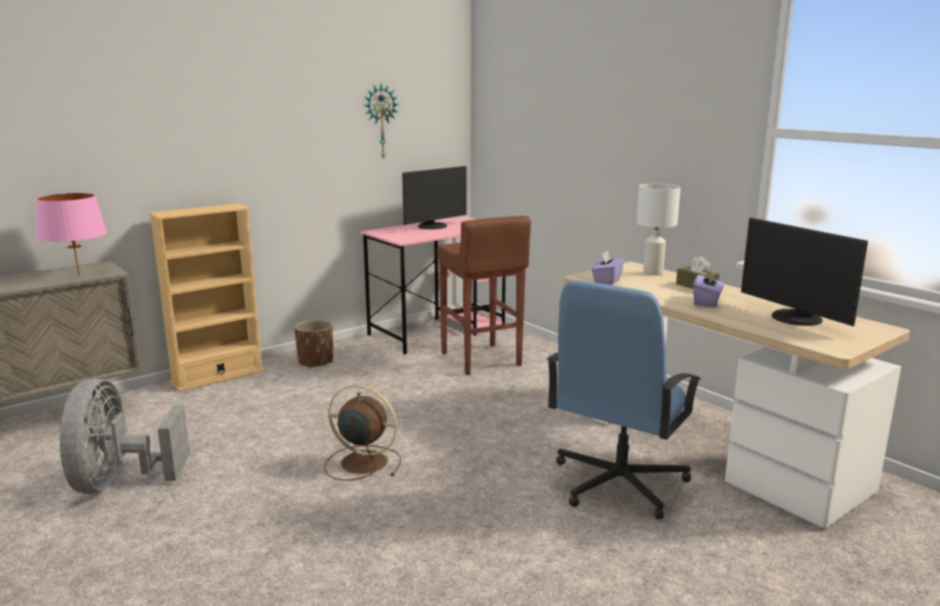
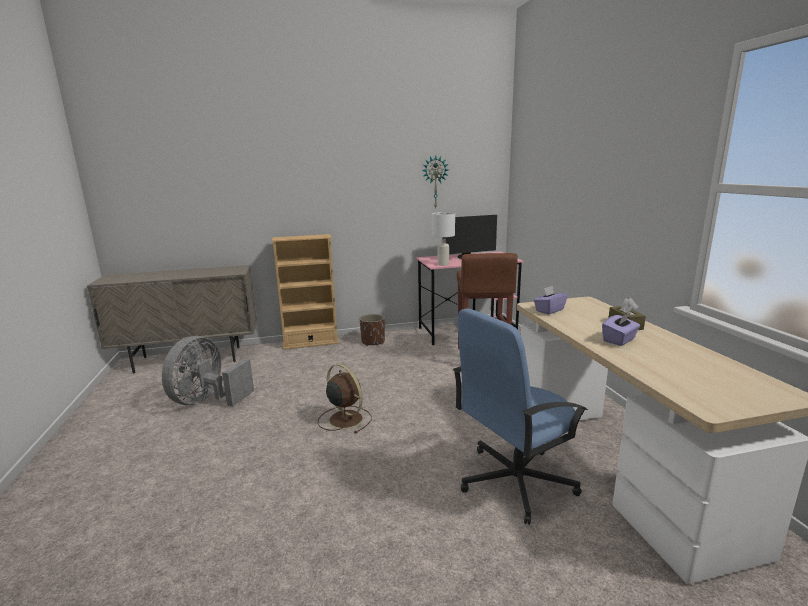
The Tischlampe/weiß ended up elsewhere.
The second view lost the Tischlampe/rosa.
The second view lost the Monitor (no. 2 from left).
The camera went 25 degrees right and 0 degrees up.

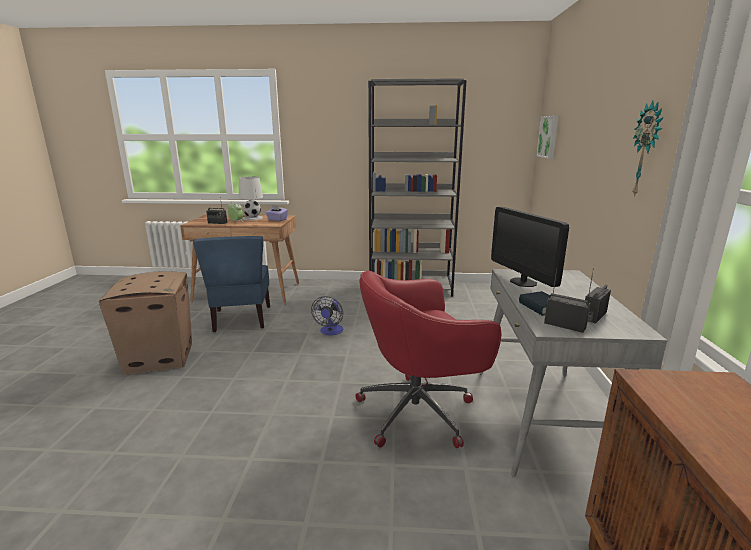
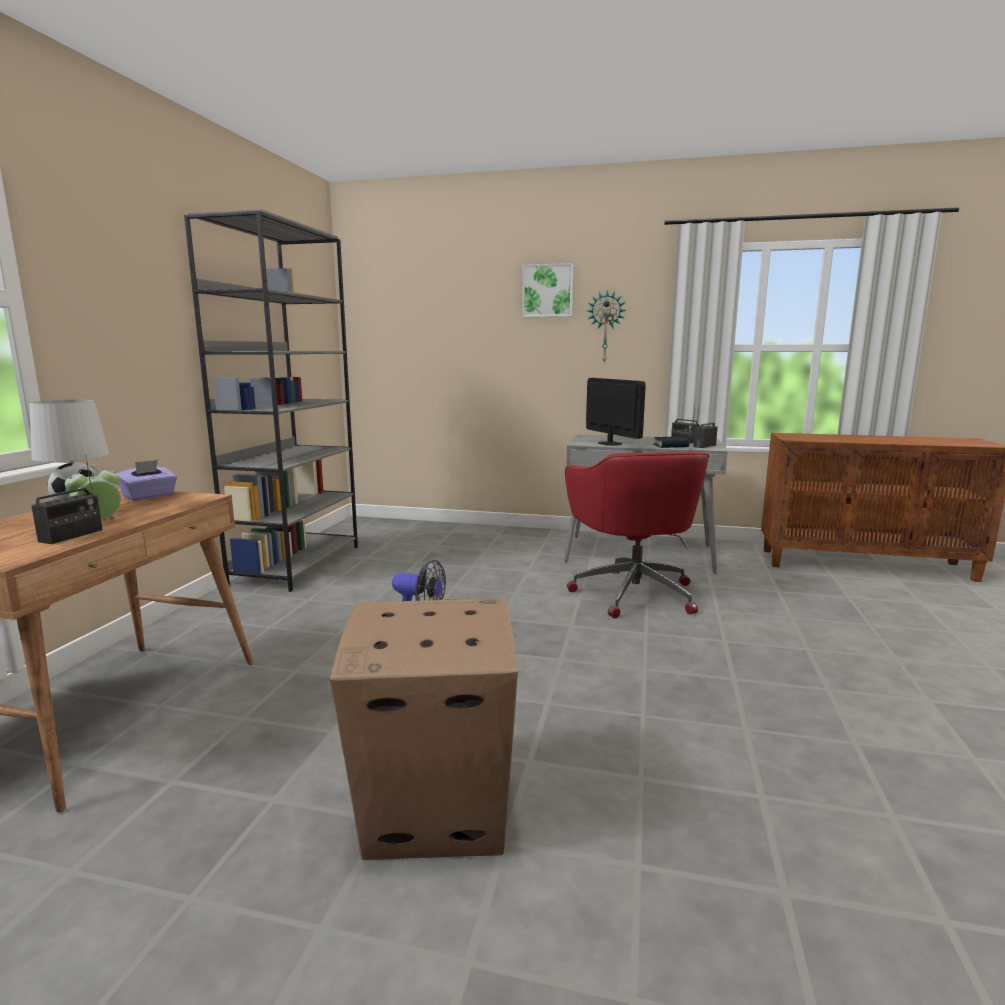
The Bild ended up elsewhere.
The Monitor ended up facing another way, 105 degrees counterclockwise from before.
The second view lost the Stuhl/blau.
The camera went 80 degrees left and 5 degrees down.

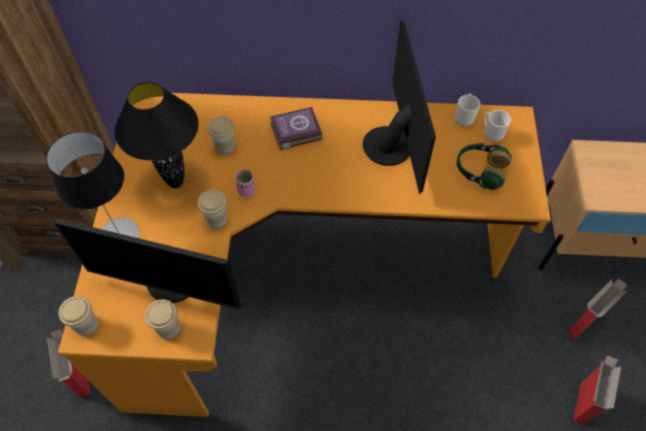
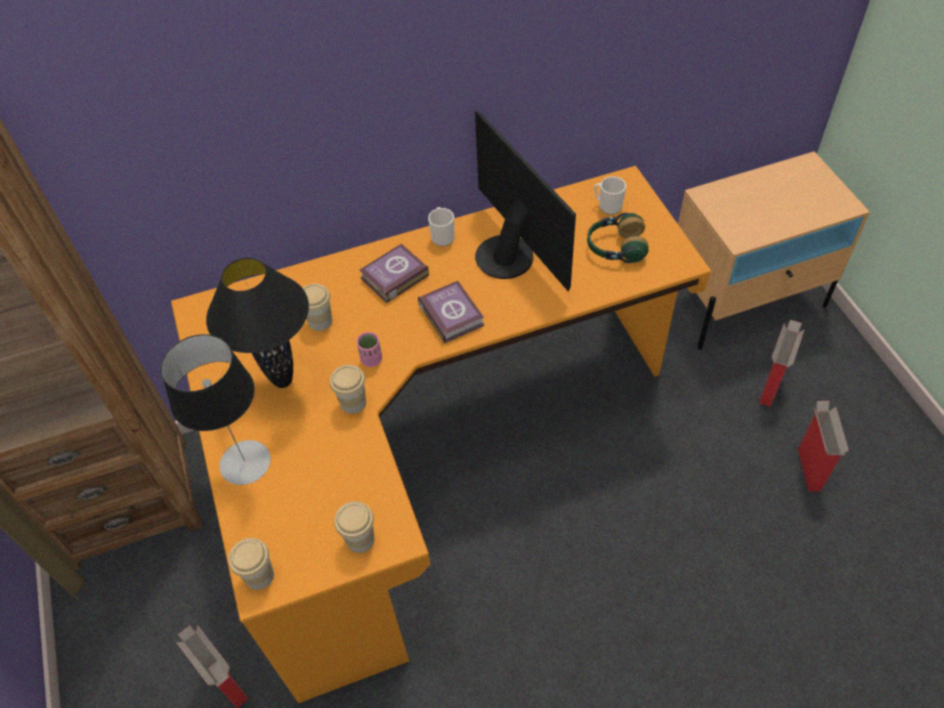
The Henkelbecher (no. 1 from left) ended up elsewhere.
The second view lost the Monitor (no. 1 from left).
The second view gained the Buch (no. 2 from left).
The camera went 20 degrees left and 5 degrees down.

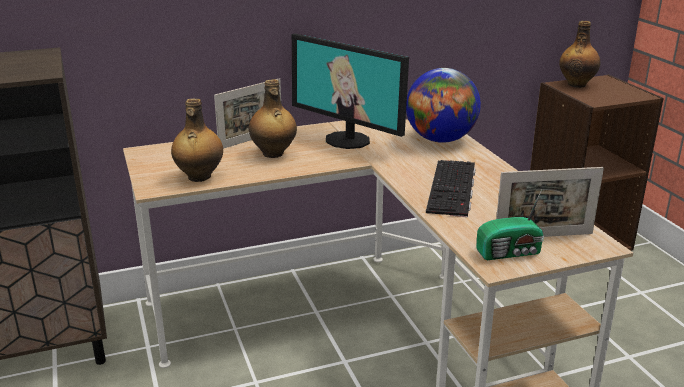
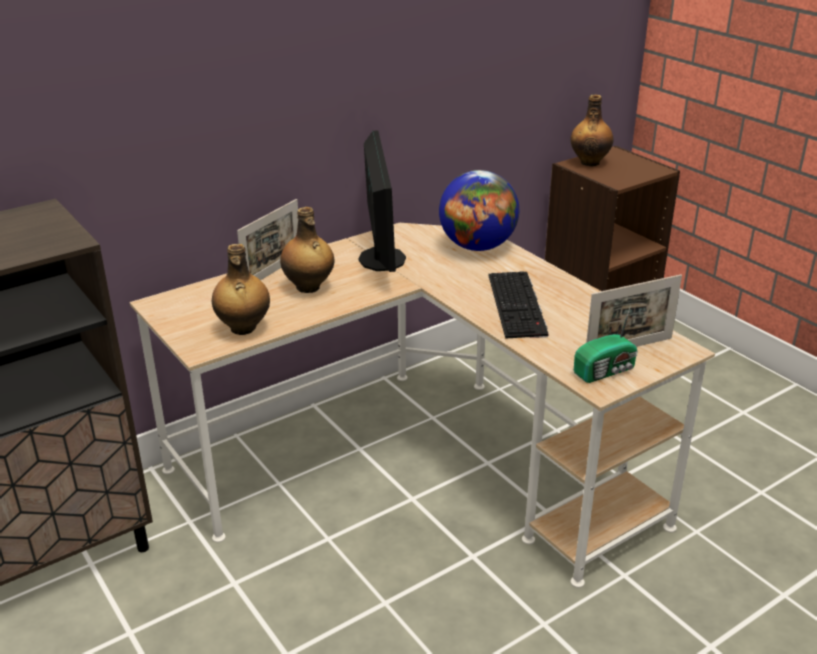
The Monitor ended up facing another way, 120 degrees counterclockwise from before.
The camera went 15 degrees left and 5 degrees up.

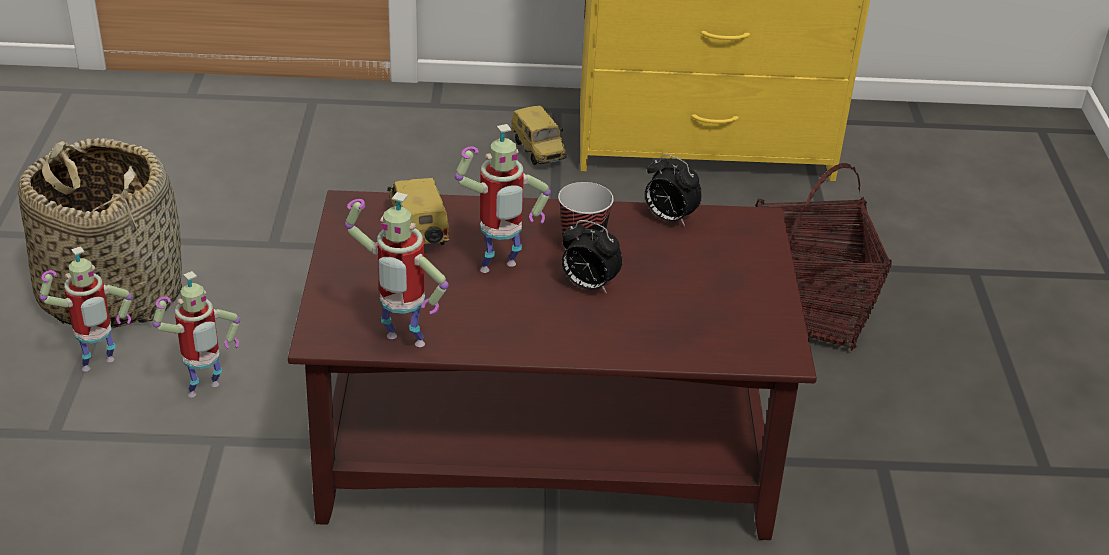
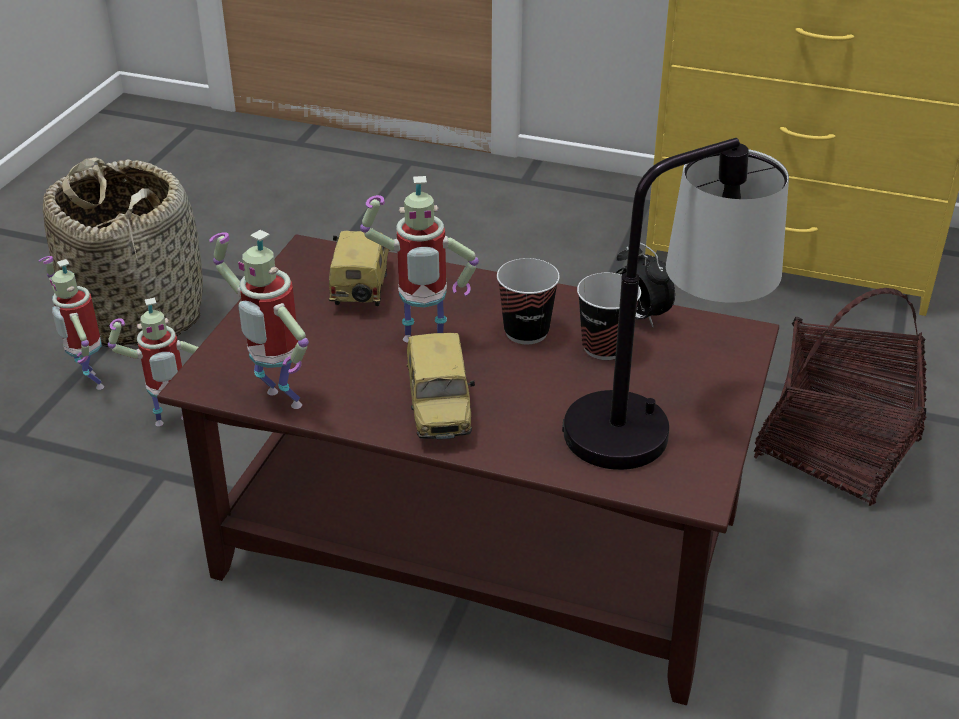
The Spielzeugauto (no. 2 from left) ended up elsewhere.
The second view lost the Wecker (no. 1 from left).
The Spielzeugroboter (no. 1 from left) ended up facing another way, 75 degrees clockwise from before.
The second view gained the Tischlampe.
The second view gained the Tasse (no. 2 from left).
The camera went 20 degrees right and 0 degrees up.

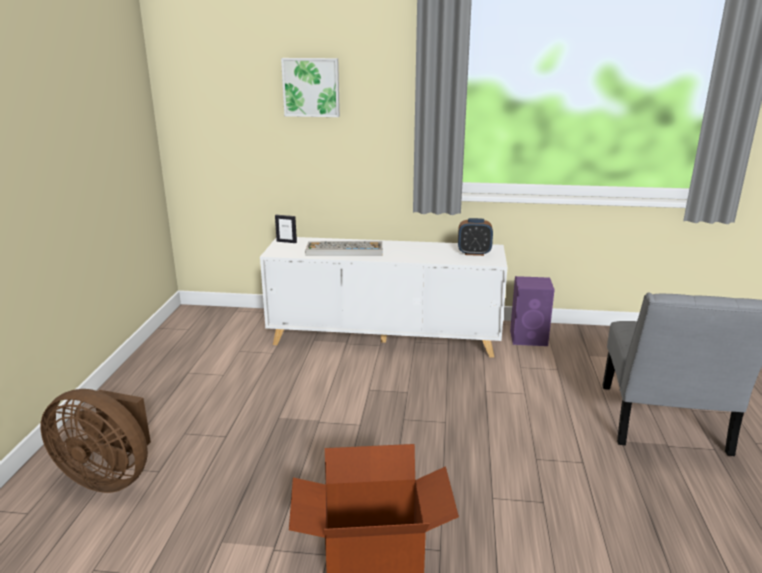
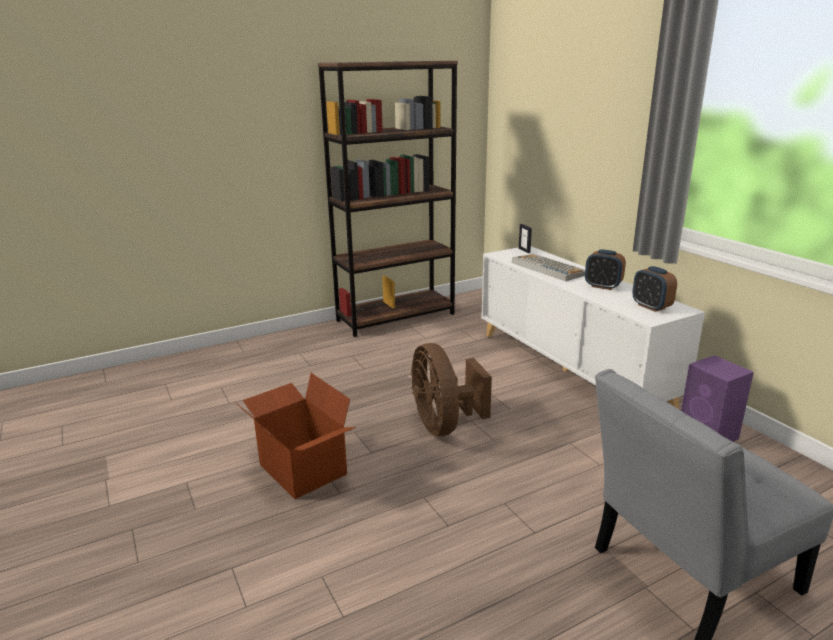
The second view lost the Bild.
The Ventilator/braun ended up elsewhere.
The second view gained the Bücherregal/braun.
The second view gained the Wecker (no. 1 from left).
The camera went 55 degrees right and 0 degrees up.

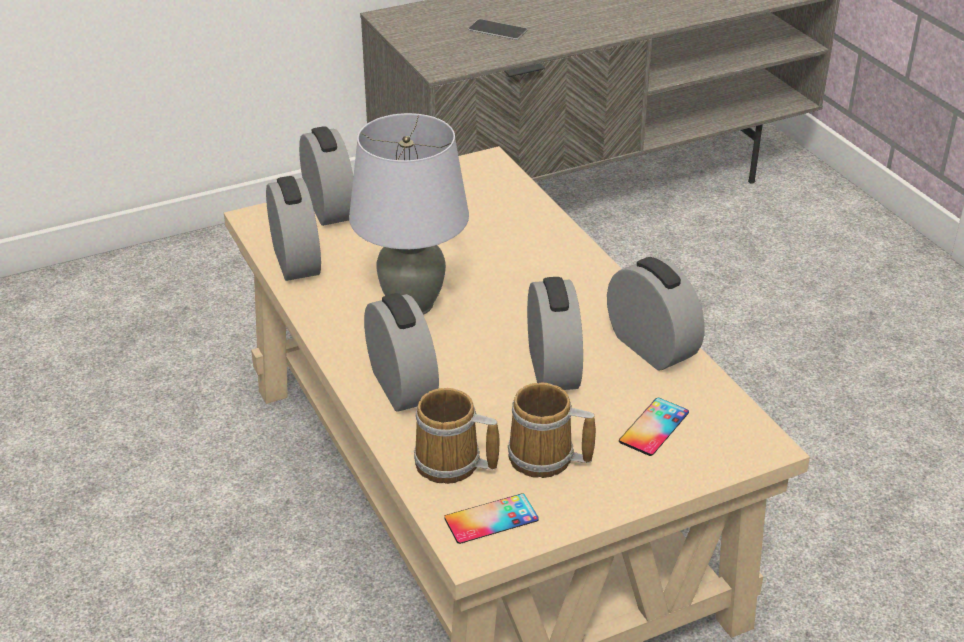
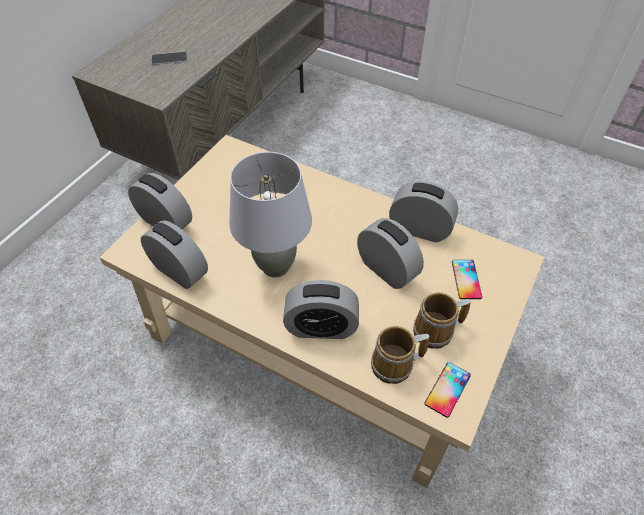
The Wecker (no. 3 from left) ended up facing another way, 150 degrees clockwise from before.
The camera went 35 degrees left and 15 degrees up.

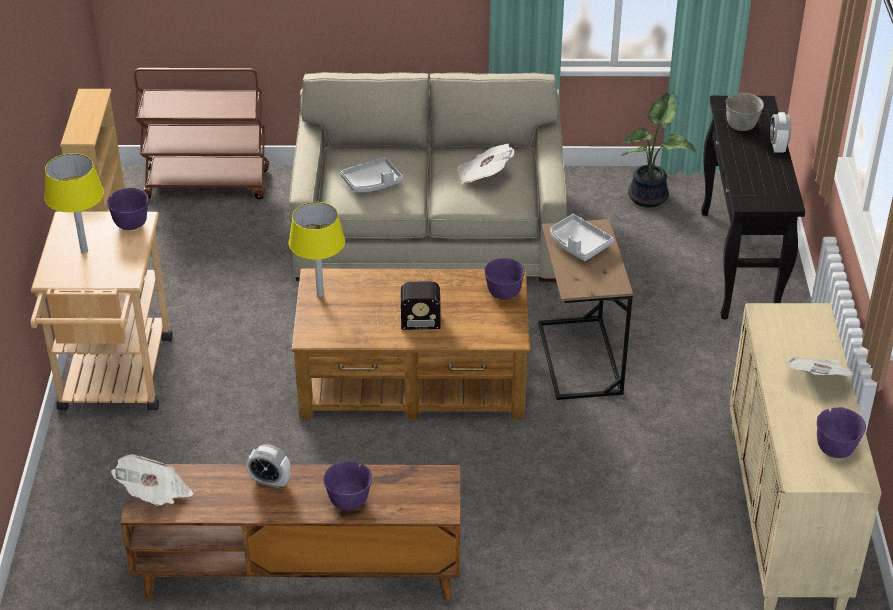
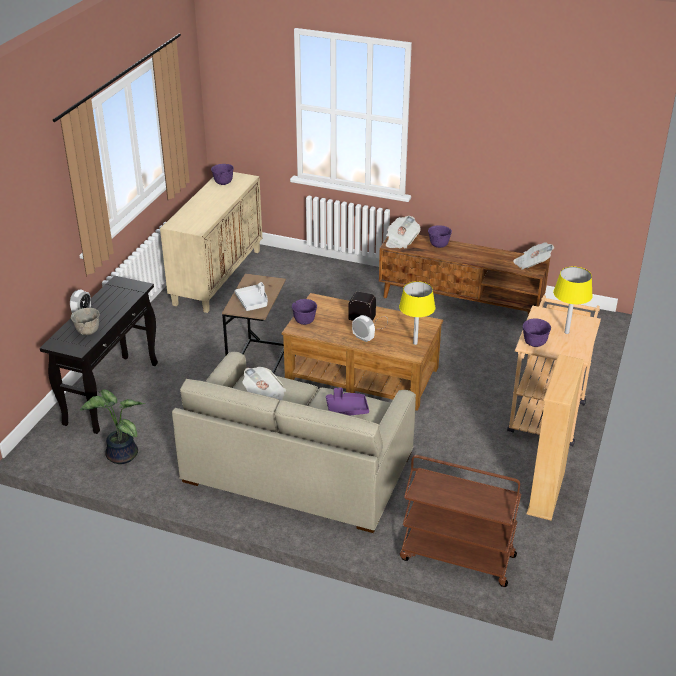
What was the Tablett/grau (no. 1 from left) turned into the Tablett/lila.
The Zeitung (no. 3 from left in the first image) ended up elsewhere.
The Wecker (no. 1 from left in the first image) ended up elsewhere.
The camera went 160 degrees left and 5 degrees down.

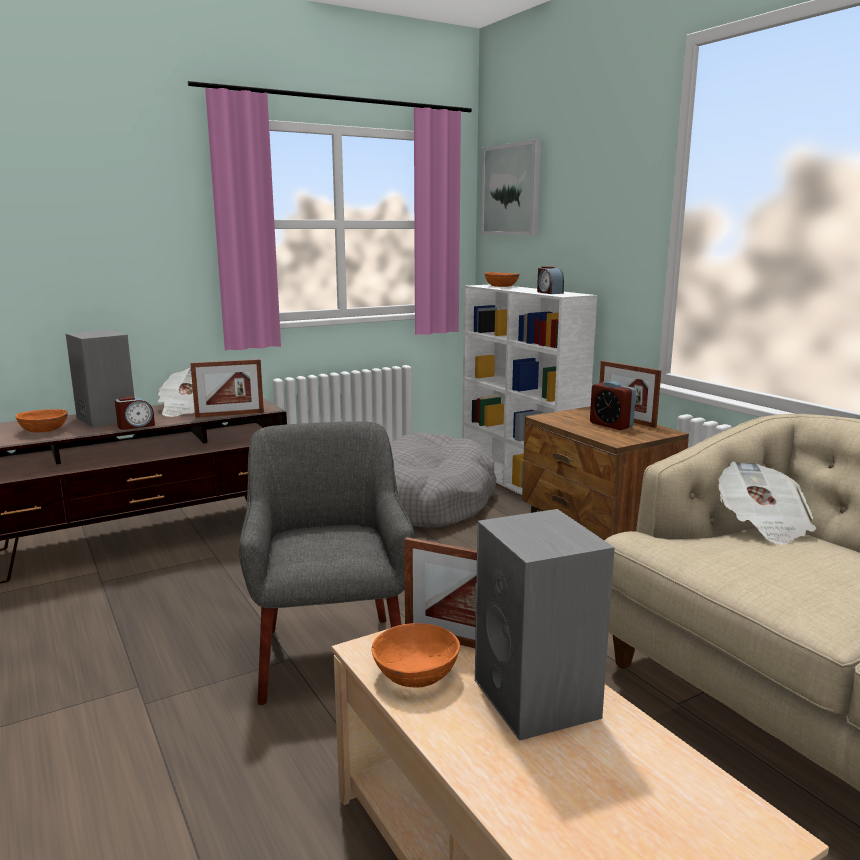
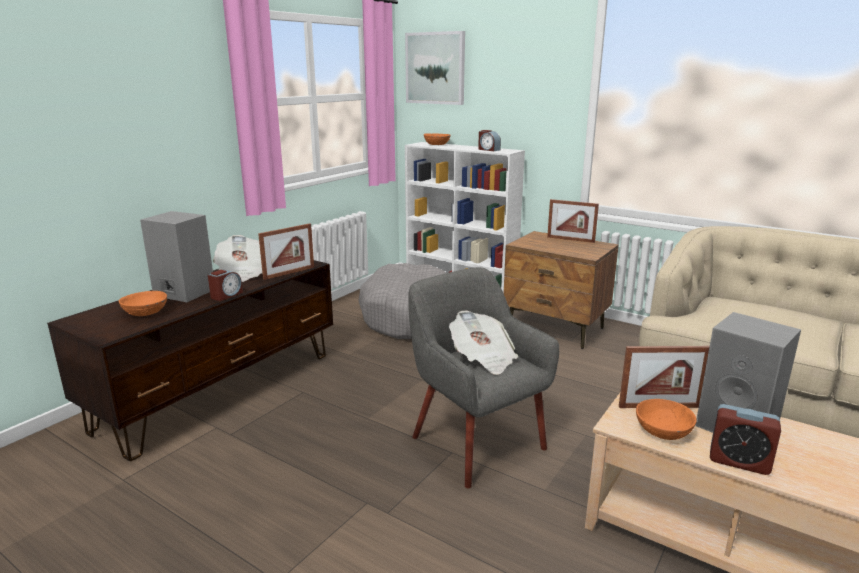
The Wecker (no. 3 from left) ended up elsewhere.
The Zeitung (no. 2 from left) ended up elsewhere.
The camera went 25 degrees left and 5 degrees up.

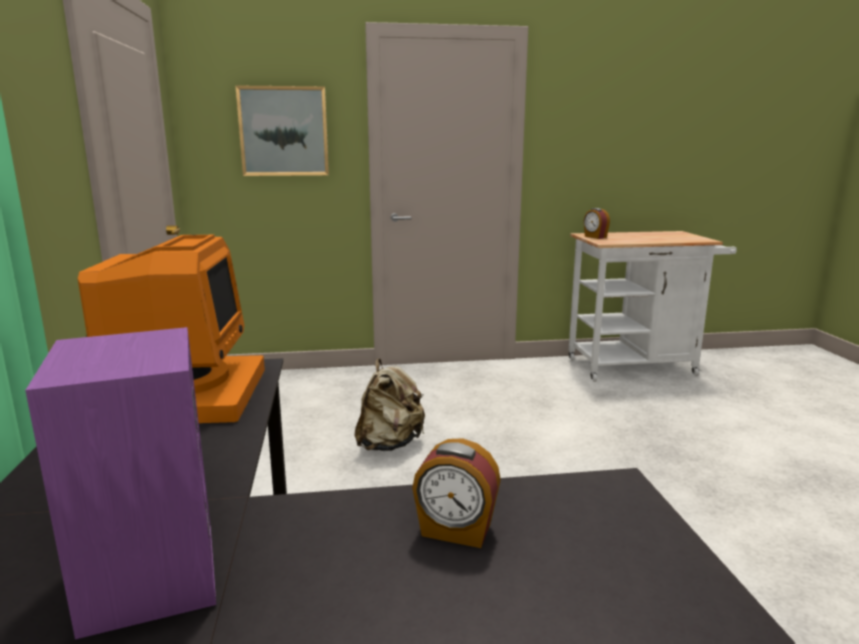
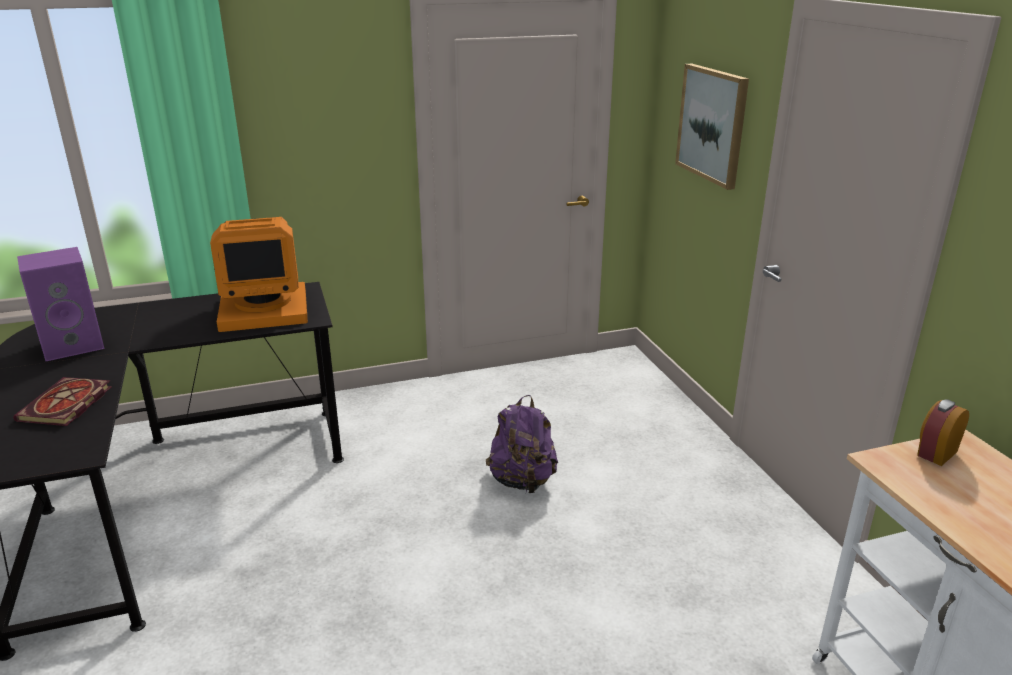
What was the Rucksack/beige turned into the Rucksack/lila.
Where the Wecker (no. 1 from left) stood, the Buch came to stand.
The camera went 80 degrees right and 10 degrees up.

